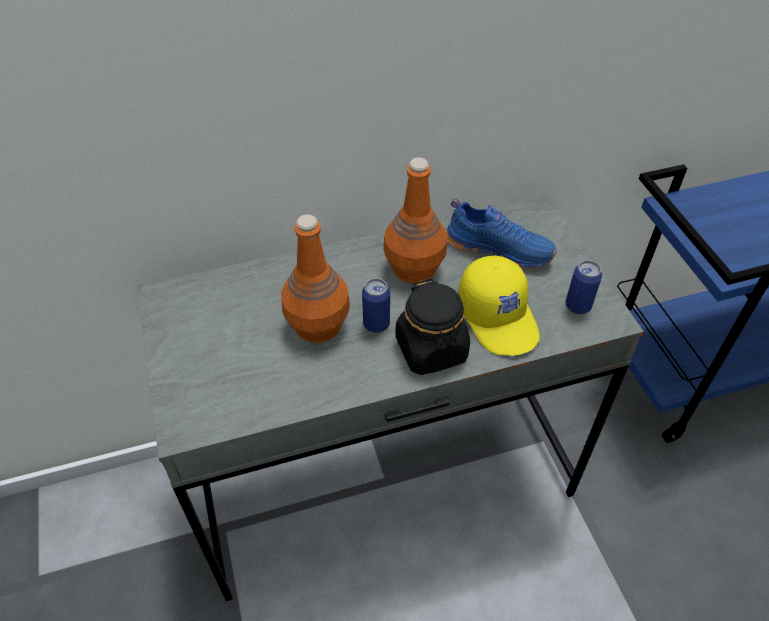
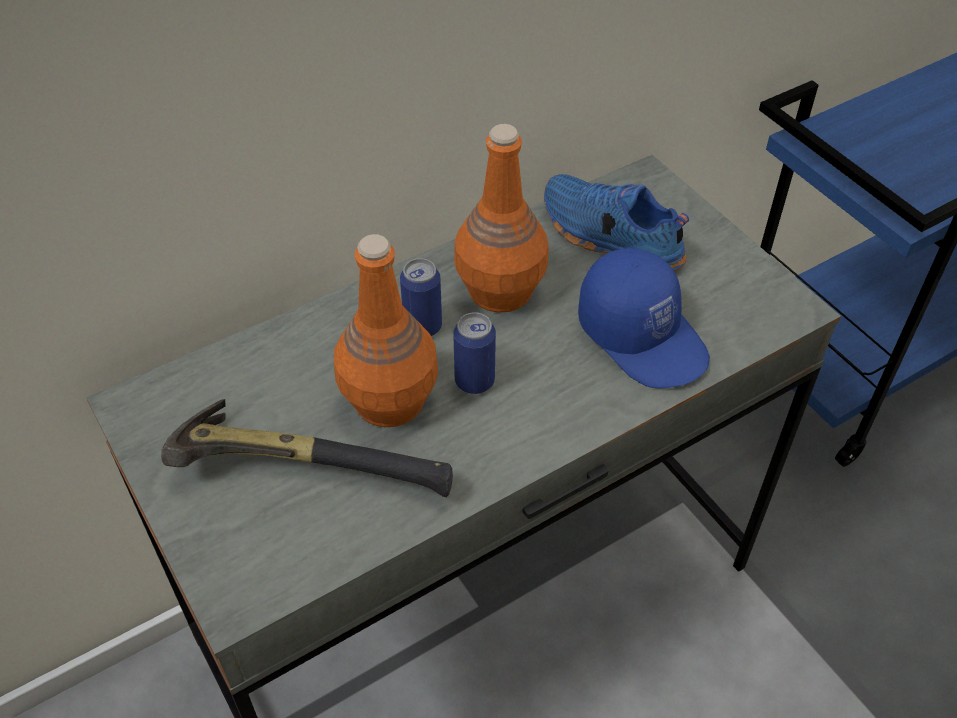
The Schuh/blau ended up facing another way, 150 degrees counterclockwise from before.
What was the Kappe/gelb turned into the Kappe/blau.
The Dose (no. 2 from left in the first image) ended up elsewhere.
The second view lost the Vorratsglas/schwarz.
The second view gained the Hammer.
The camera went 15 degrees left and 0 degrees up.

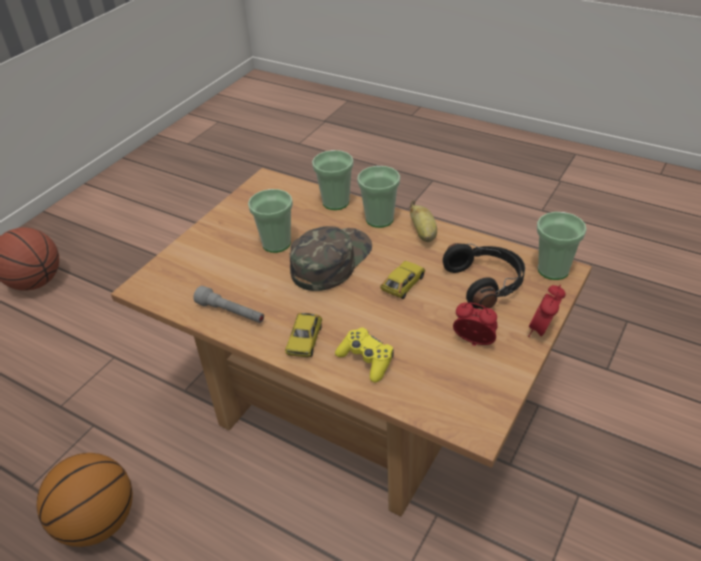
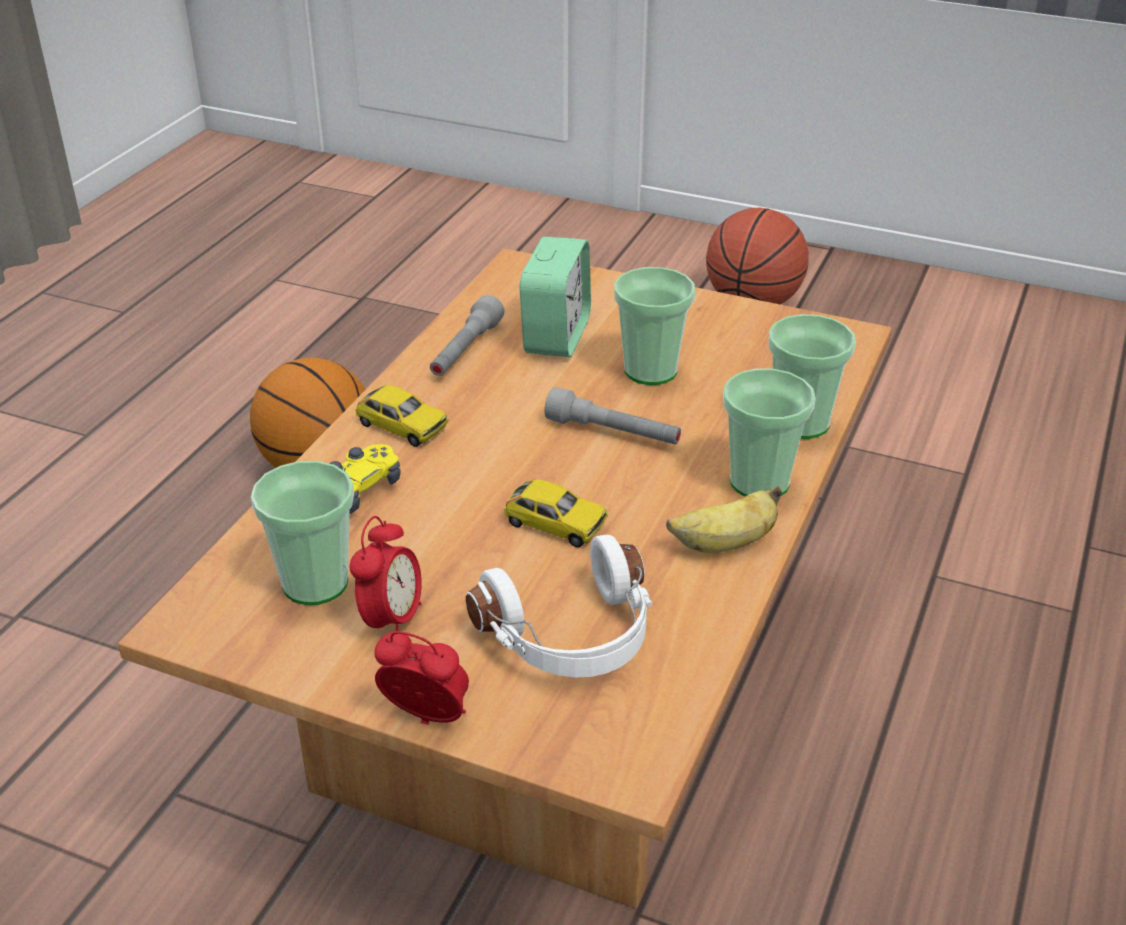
The Tasse (no. 4 from left in the first image) ended up elsewhere.
Where the Kappe/grün stood, the Taschenlampe/grau (no. 2 from left) came to stand.
What was the Kopfhörer/schwarz turned into the Kopfhörer/weiß.
The Spielzeugauto (no. 1 from left) ended up facing another way, 150 degrees counterclockwise from before.
The second view gained the Wecker (no. 3 from left).
The camera went 80 degrees right and 5 degrees down.

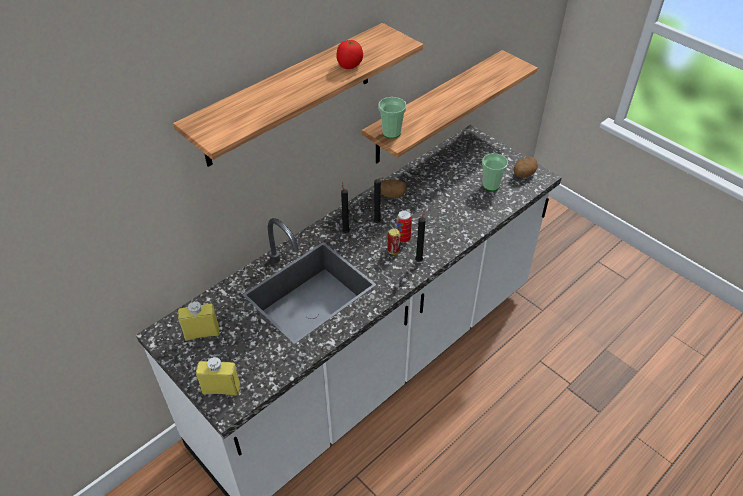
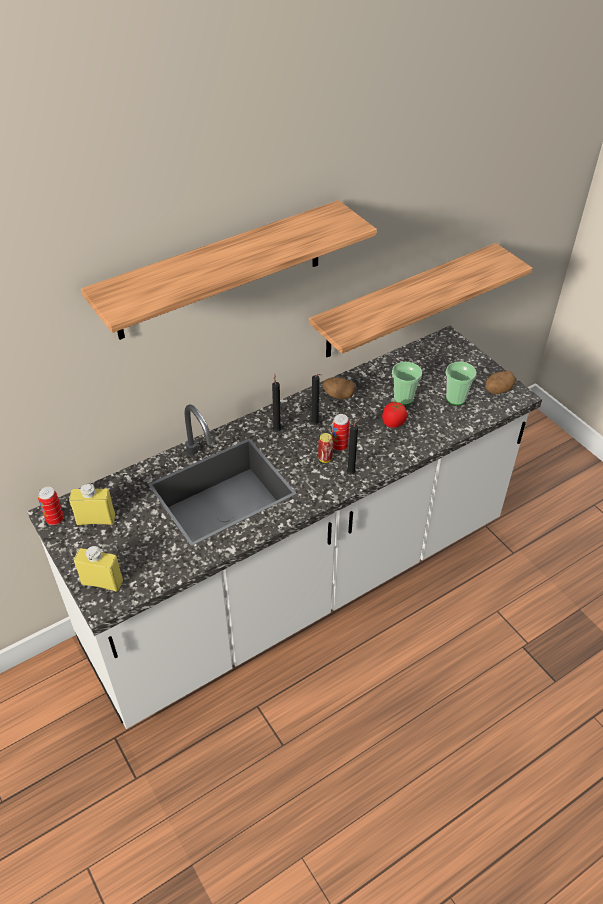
The Tomate ended up elsewhere.
The Tasse (no. 1 from left) ended up elsewhere.
The second view gained the Dose (no. 1 from left).
The camera went 10 degrees right and 0 degrees up.

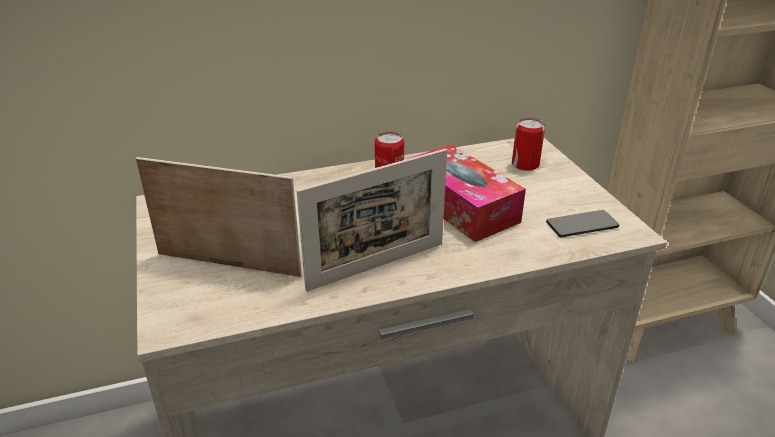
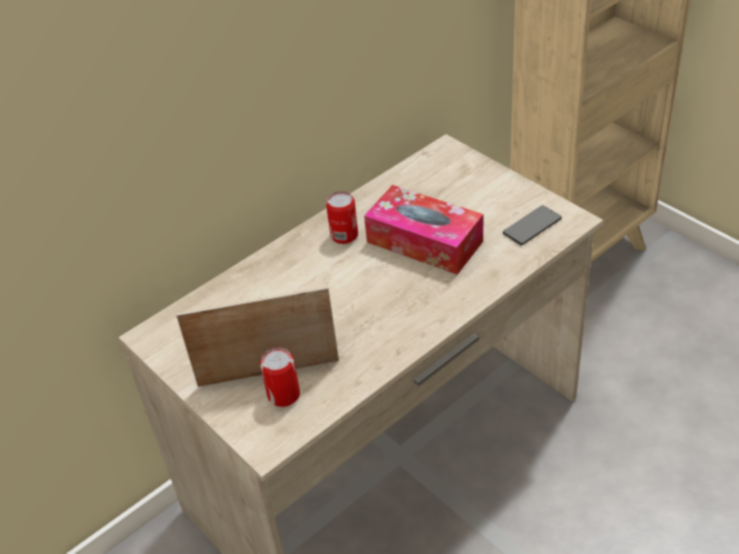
The Dose (no. 2 from left in the first image) ended up elsewhere.
The second view lost the Bilderrahmen (no. 2 from left).
The camera went 20 degrees left and 10 degrees up.

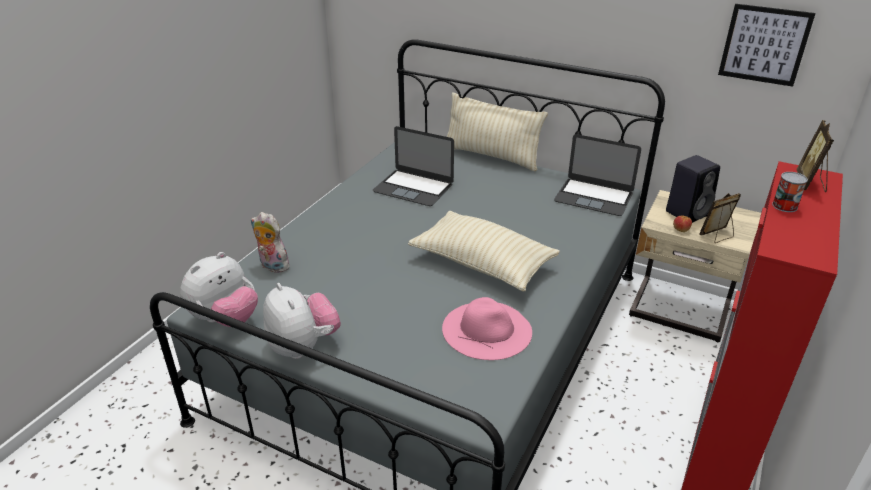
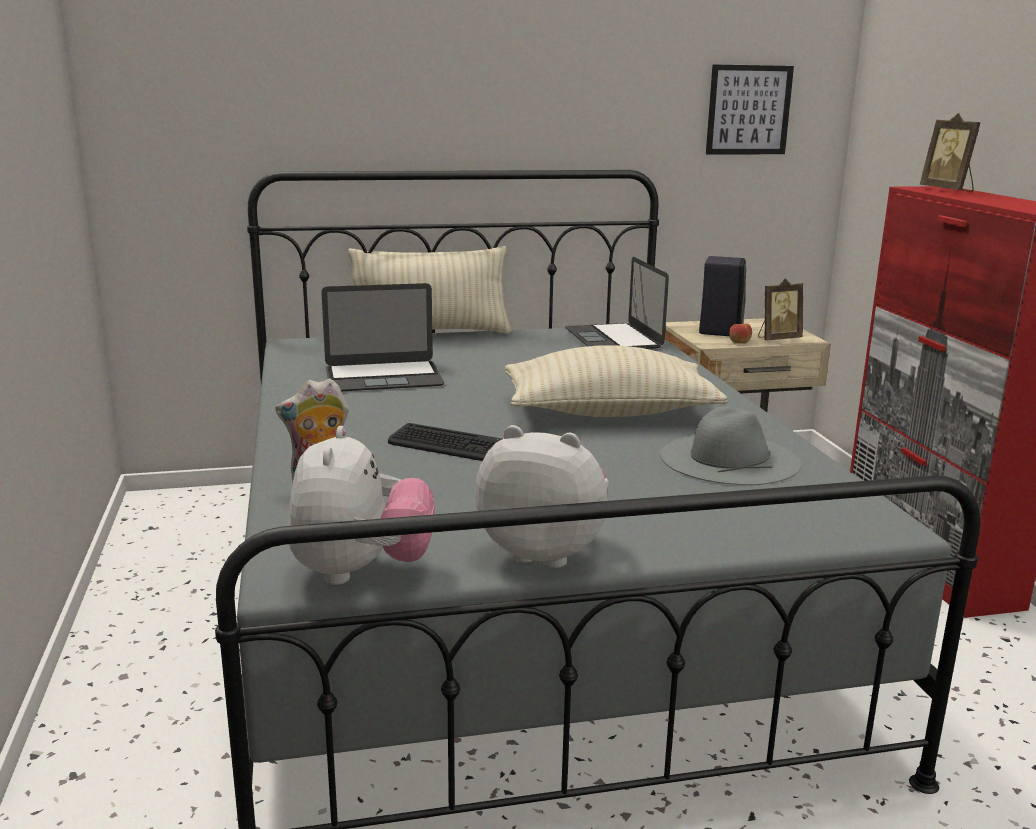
The Laptop (no. 2 from left) ended up facing another way, 90 degrees clockwise from before.
The second view lost the Dose.
The Bilderrahmen (no. 1 from left) ended up facing another way, 135 degrees counterclockwise from before.
What was the Hut/rosa turned into the Hut/grau.
The second view gained the Tastatur.
The camera went 40 degrees left and 15 degrees down.

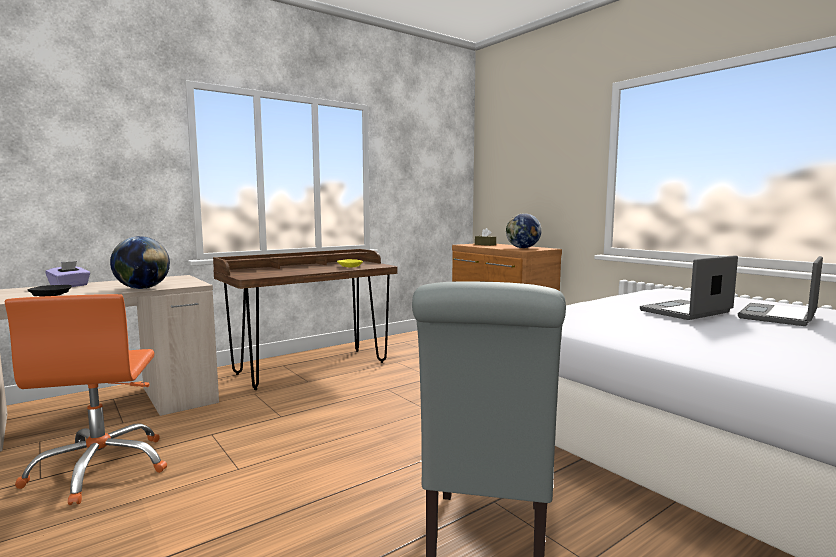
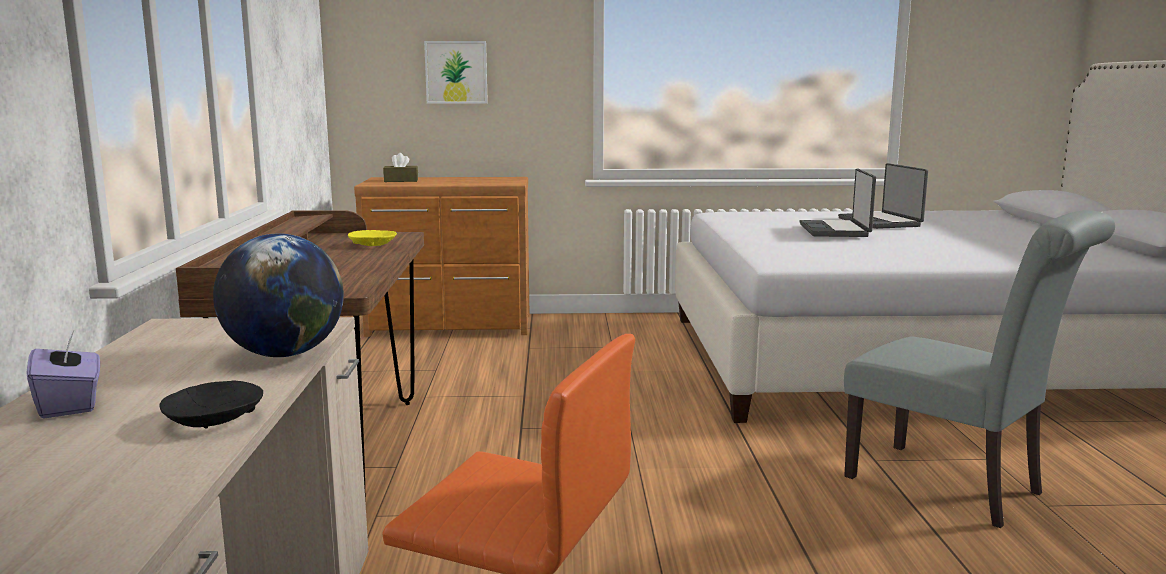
The second view lost the Globus (no. 2 from left).
The second view gained the Bild.
The camera went 55 degrees left and 5 degrees up.

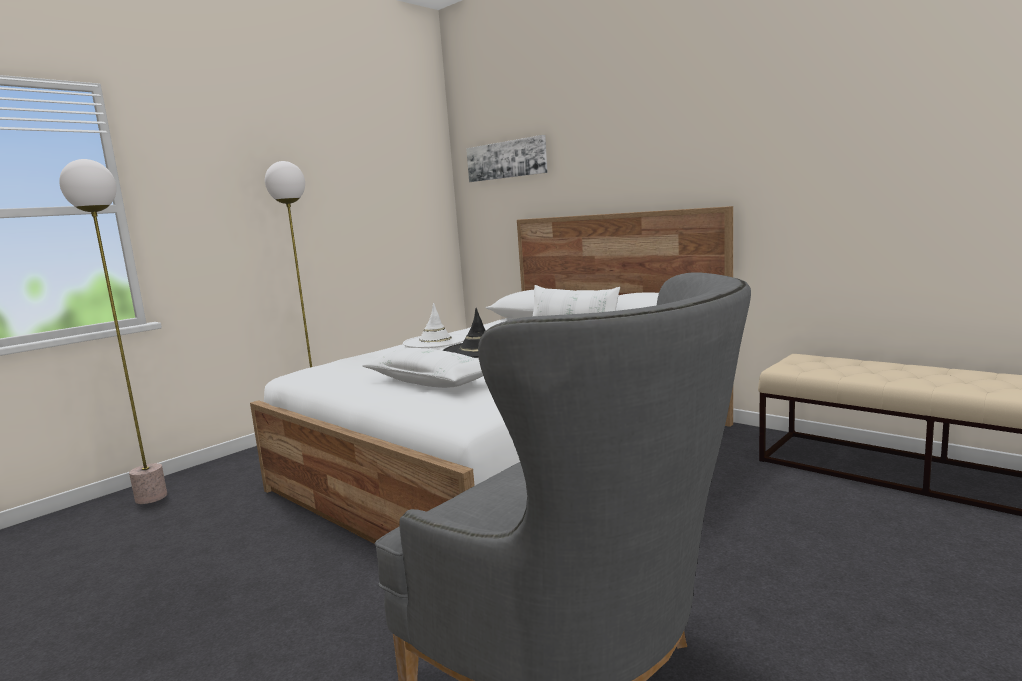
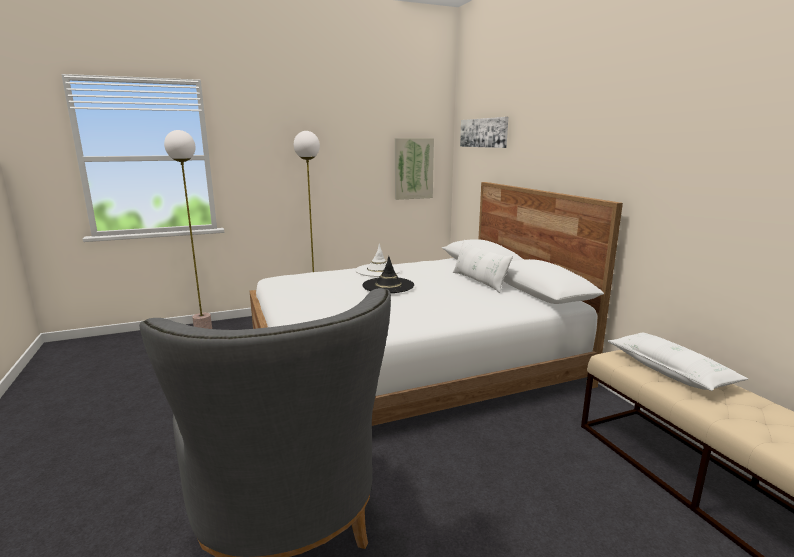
The Kissen/weiß (no. 1 from left in the first image) ended up elsewhere.
The second view gained the Bild (no. 1 from left).
The camera went 25 degrees right and 5 degrees up.

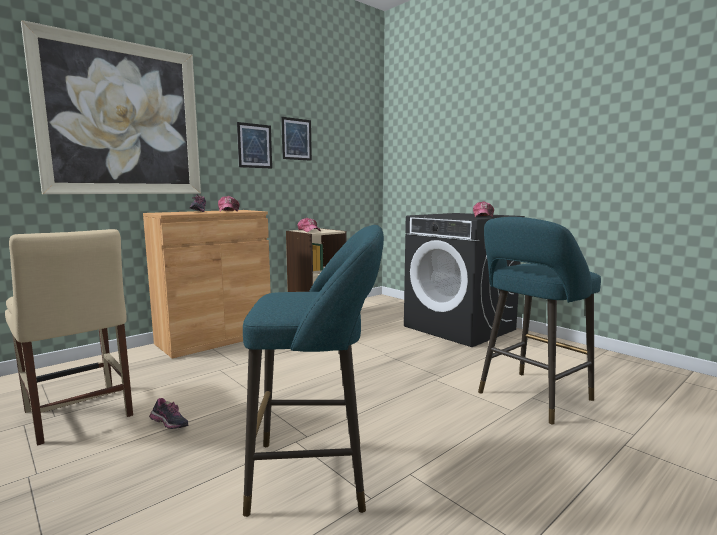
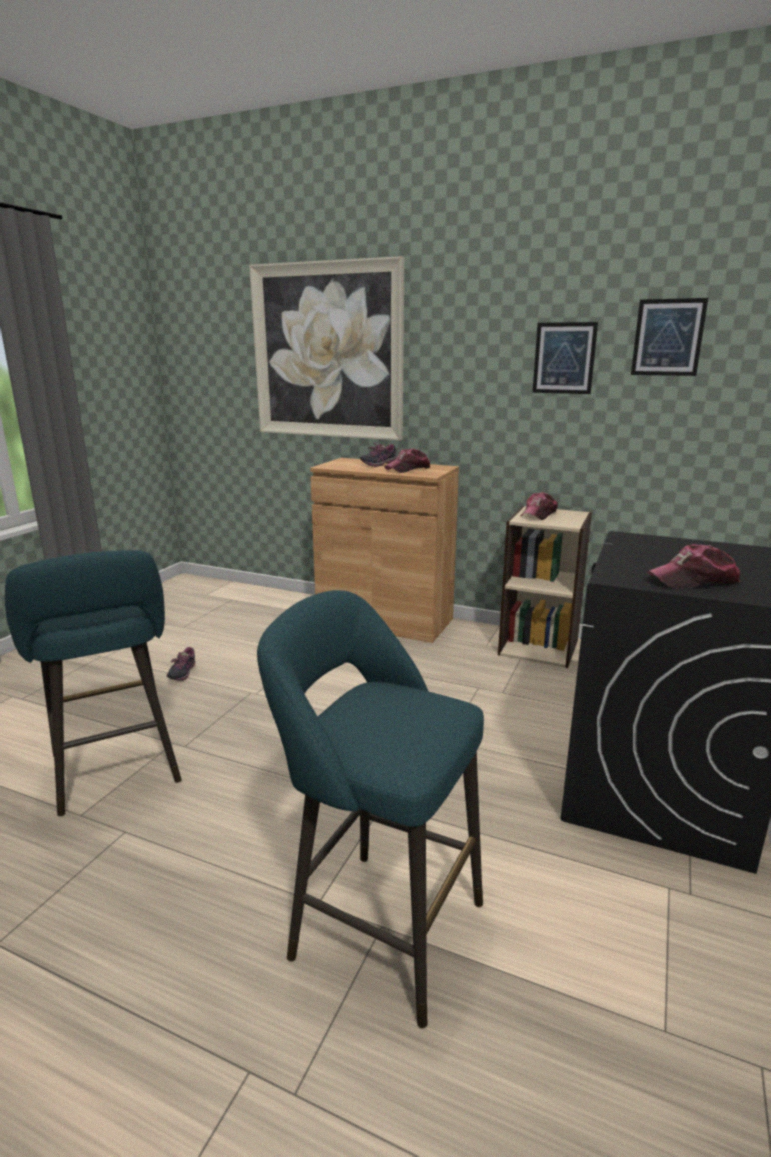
The Bild (no. 2 from left in the first image) ended up elsewhere.
The second view lost the Stuhl/beige.
The camera went 65 degrees right and 10 degrees up.

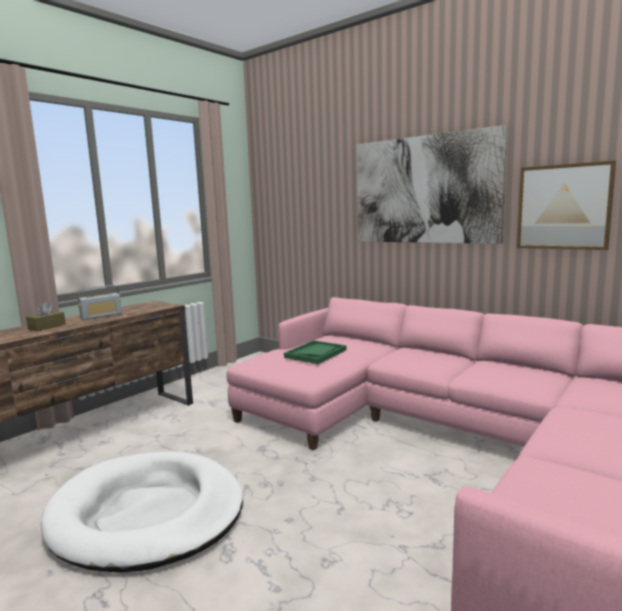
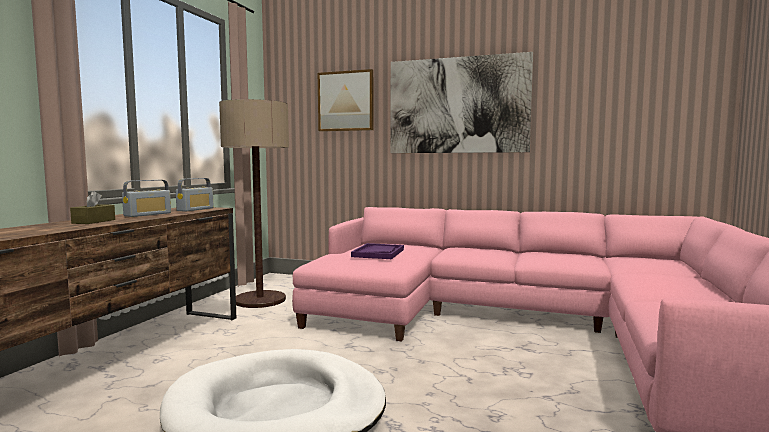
The Bild (no. 2 from left in the first image) ended up elsewhere.
What was the Tablett/grün turned into the Tablett/lila.
The second view gained the Stehlampe.
The second view gained the Radio (no. 2 from left).
The camera went 20 degrees left and 5 degrees down.

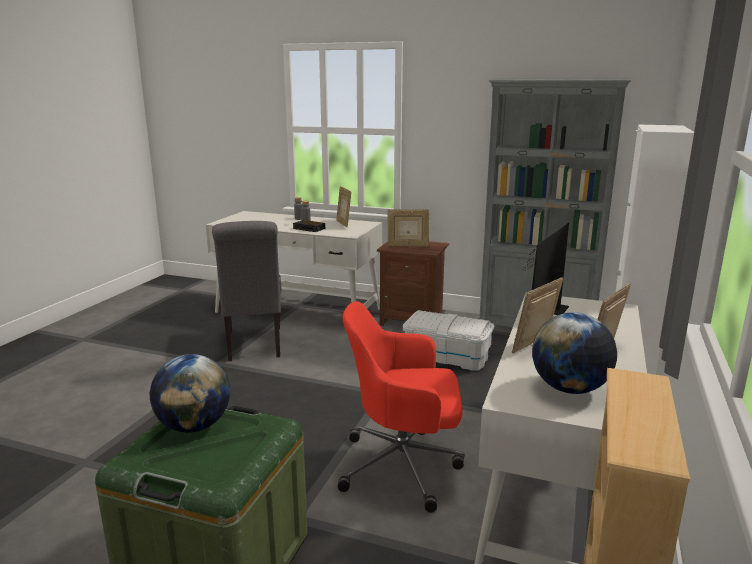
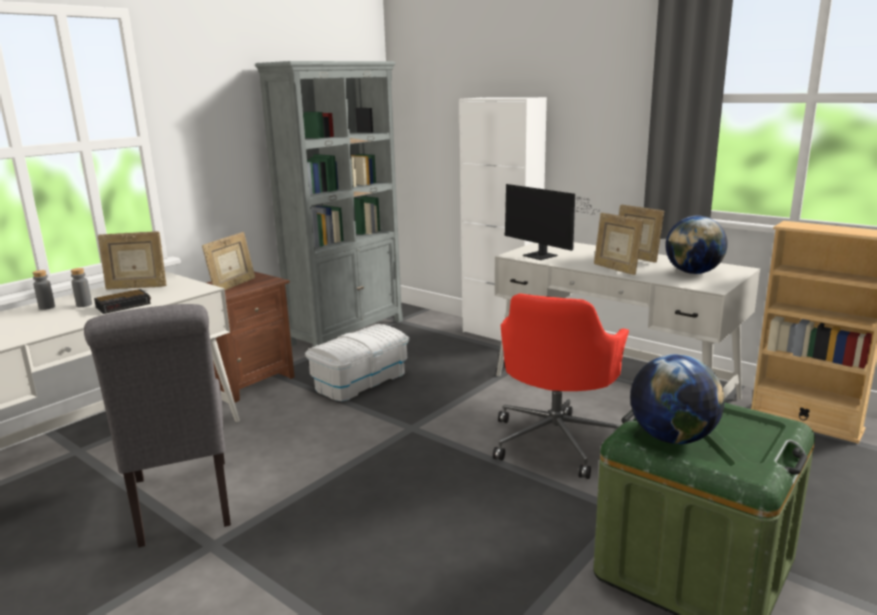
The Stuhl/grau ended up facing another way, 60 degrees clockwise from before.
The camera went 70 degrees left and 0 degrees up.

